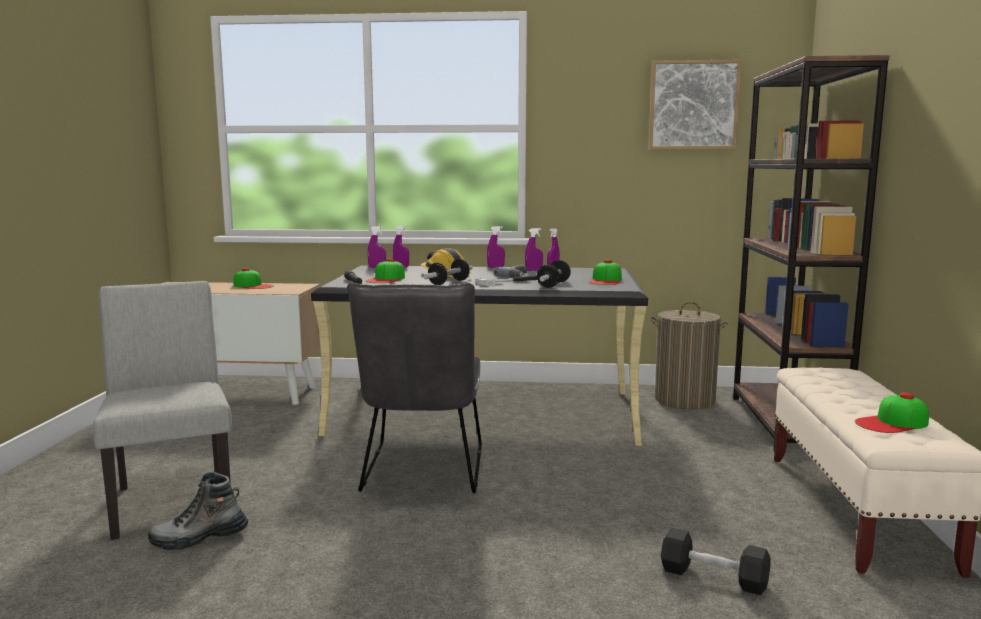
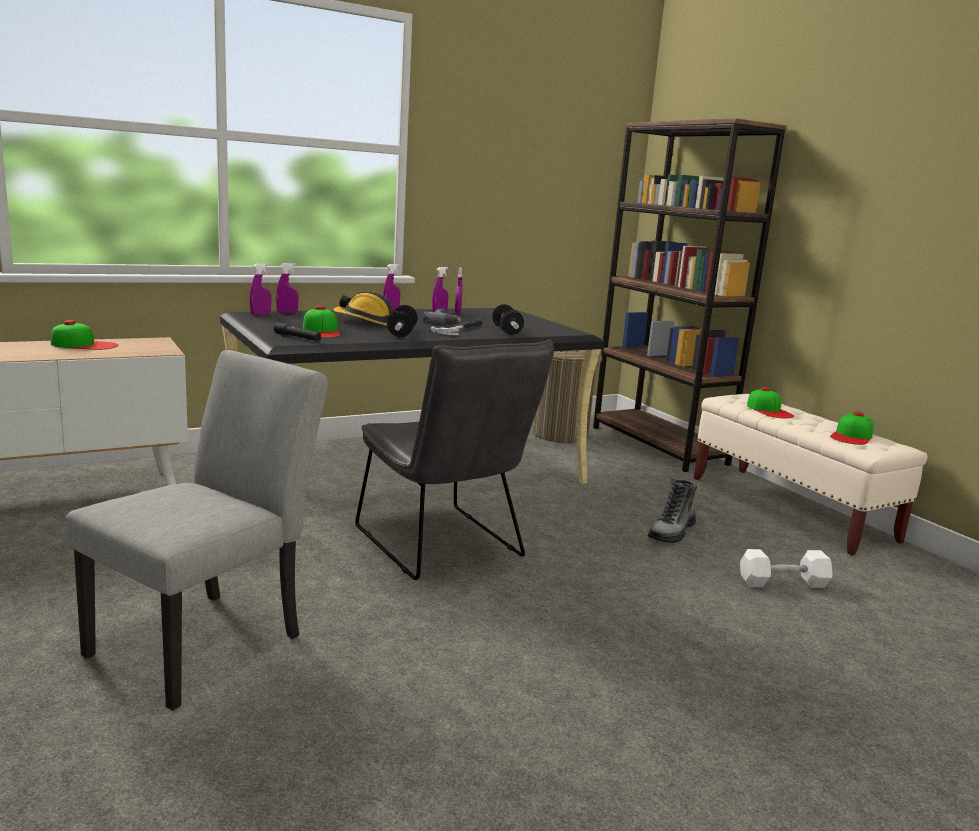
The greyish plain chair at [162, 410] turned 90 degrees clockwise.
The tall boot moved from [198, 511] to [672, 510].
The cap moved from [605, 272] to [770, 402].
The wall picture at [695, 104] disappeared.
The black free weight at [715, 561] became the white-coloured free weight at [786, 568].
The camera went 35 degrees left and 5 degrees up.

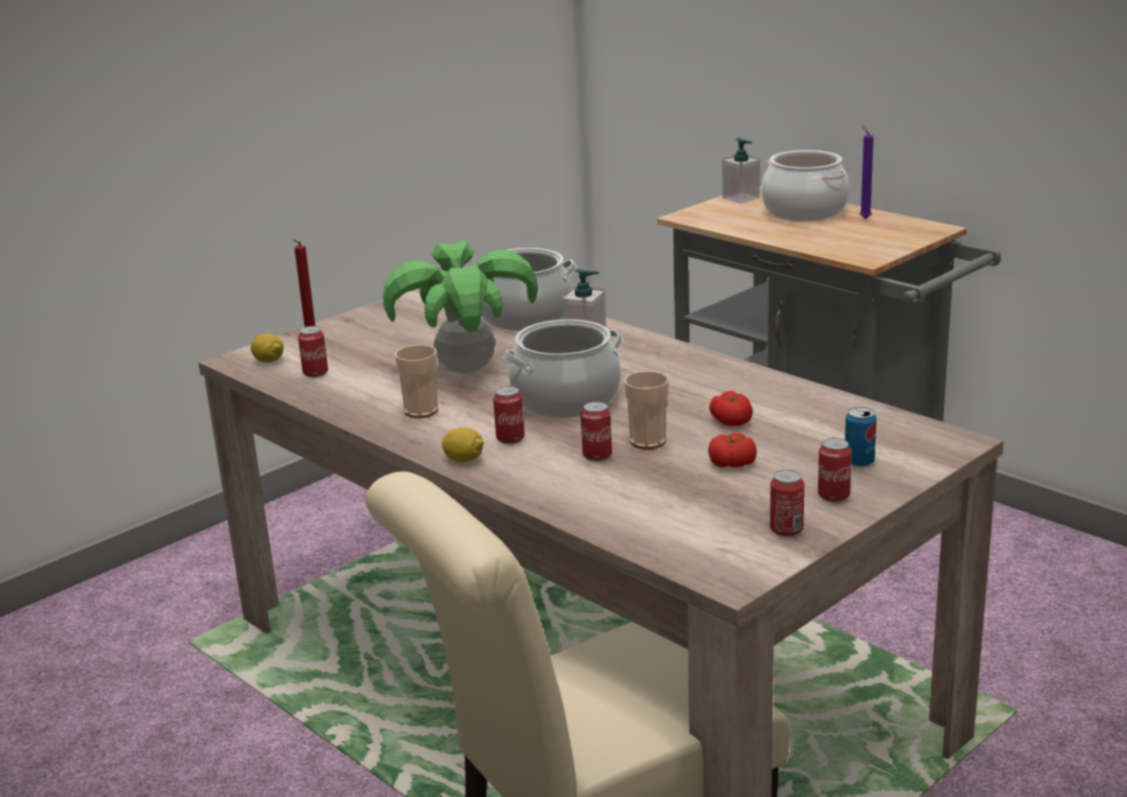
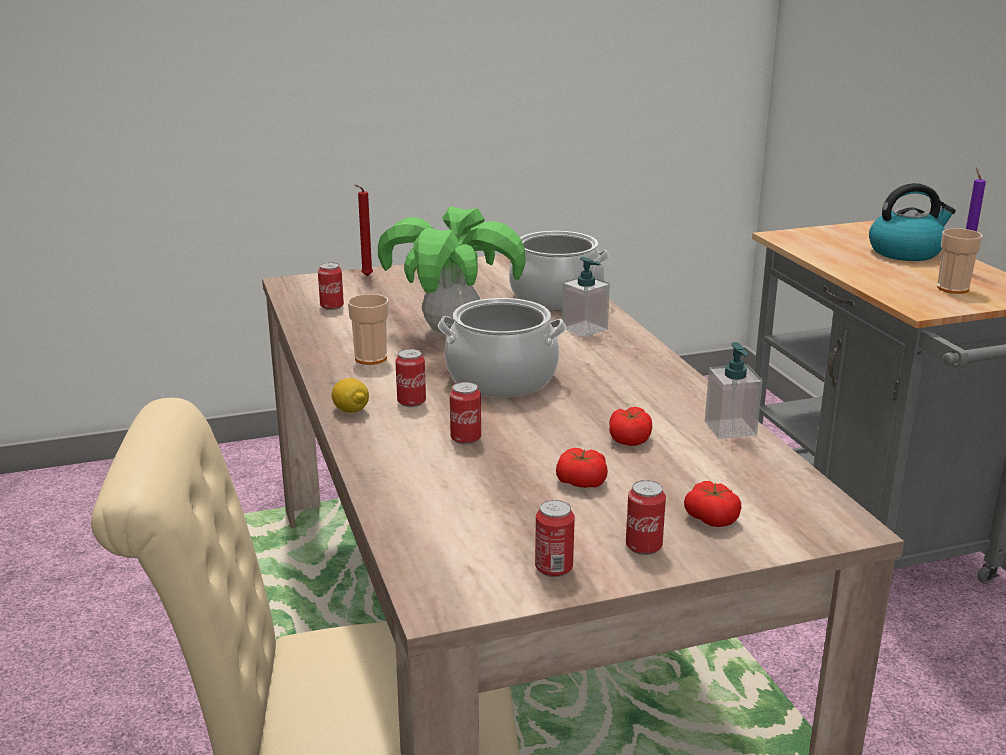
The whole lemon at [267, 348] disappeared.
The cup moved from [646, 410] to [960, 261].
The soap bottle moved from [741, 171] to [734, 390].
The cooking pot at [805, 185] was replaced by the water kettle at [912, 222].
The can at [861, 437] was replaced by the whole tomato at [713, 504].
The camera went 25 degrees right and 0 degrees up.

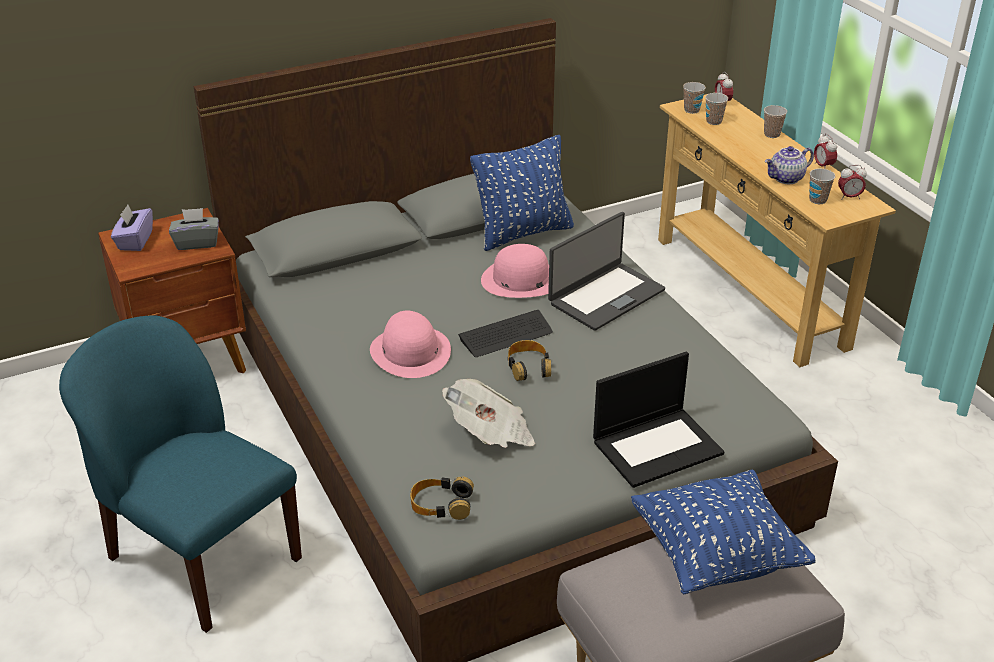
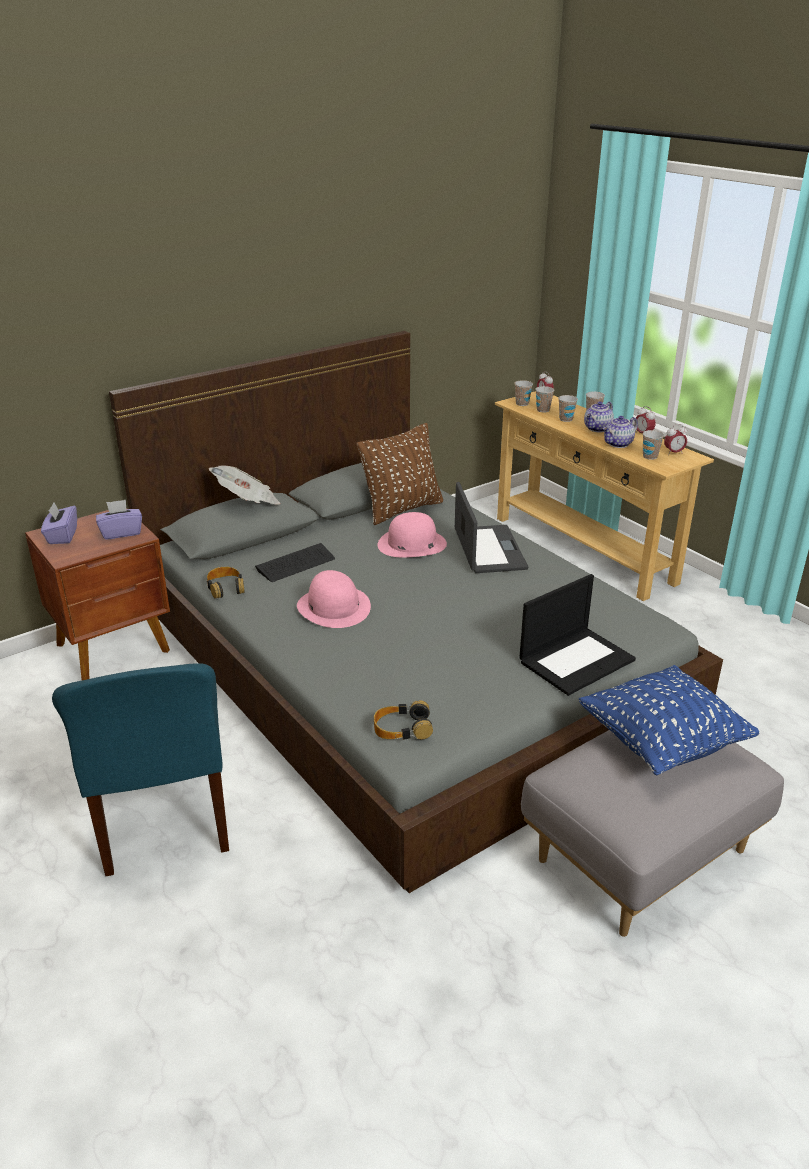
The bluish plain chair at [180, 474] turned 135 degrees counterclockwise.
The greyish tissue box at [194, 229] became the purple-coloured tissue box at [119, 520].
The daily paper moved from [488, 413] to [244, 485].
The computer keyboard moved from [505, 333] to [295, 562].
The bluish cushion at [522, 193] became the brown cushion at [399, 474].
The headset moved from [529, 360] to [225, 582].
The portable computer at [606, 271] turned 45 degrees counterclockwise.
The cup at [568, 408] appeared.
The teapot at [599, 416] appeared.
The camera went 10 degrees left and 5 degrees down.

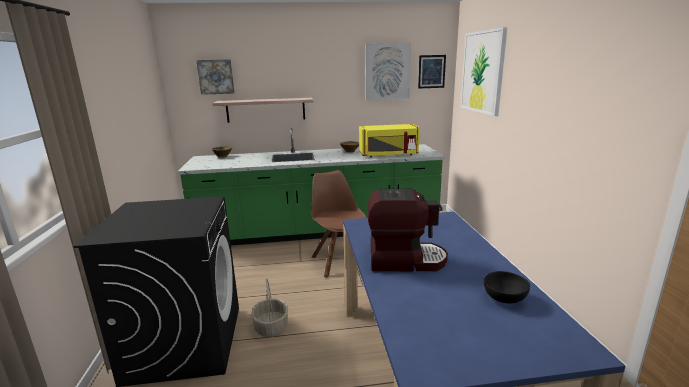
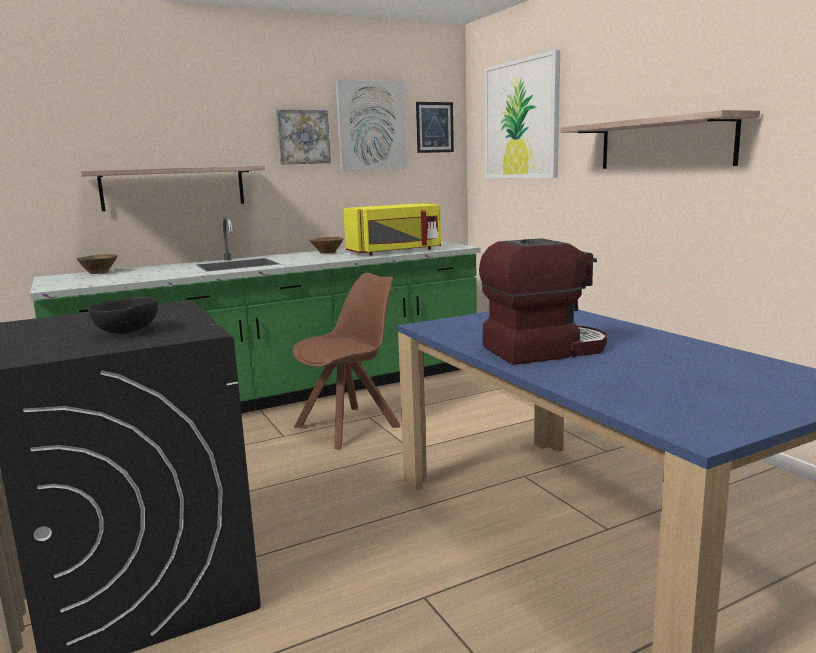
The wall picture moved from [215, 77] to [303, 137].
The storage basket at [269, 307] disappeared.
The brown plain chair at [338, 224] turned 90 degrees clockwise.
The black deep dish moved from [507, 287] to [123, 315].
The shelf at [660, 139] appeared.
The camera went 20 degrees left and 5 degrees down.

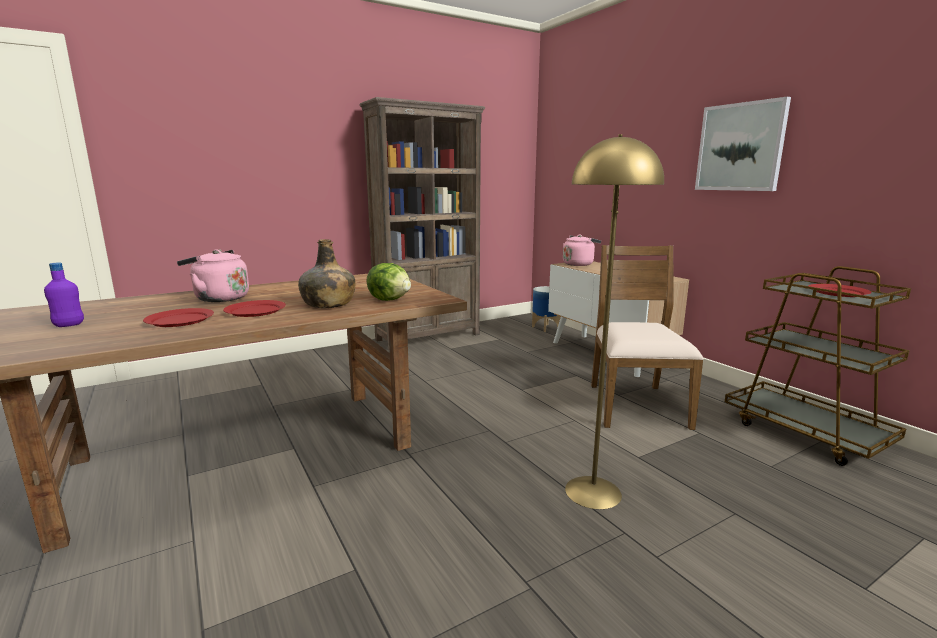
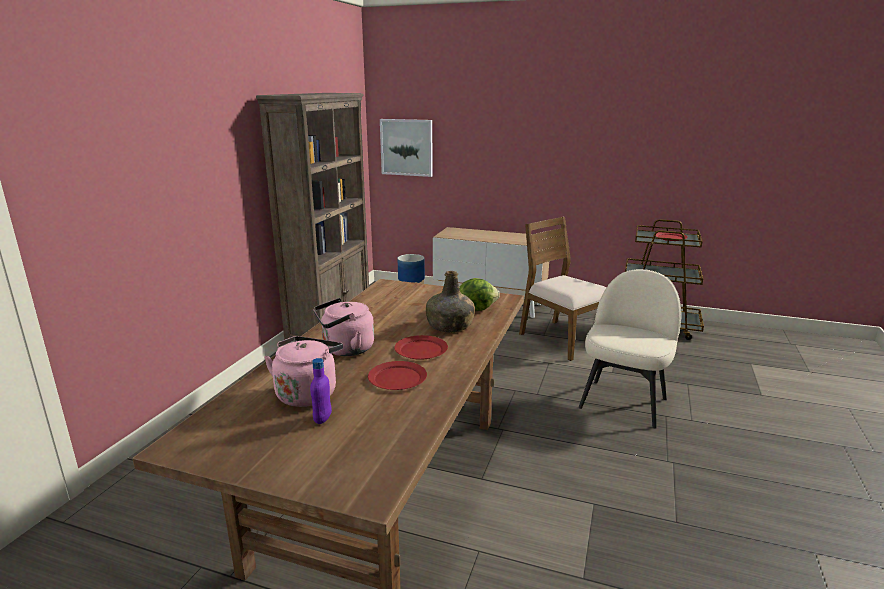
The pinkish water kettle moved from [582, 250] to [303, 371].
The yellowish standard lamp at [614, 321] was replaced by the sand-coloured plain chair at [629, 348].
The wall picture moved from [743, 144] to [406, 148].
The camera went 40 degrees left and 5 degrees up.

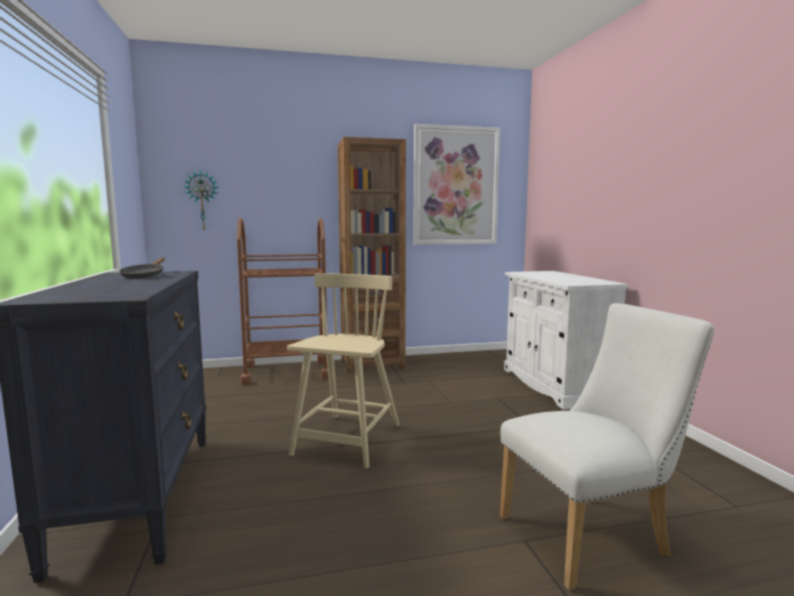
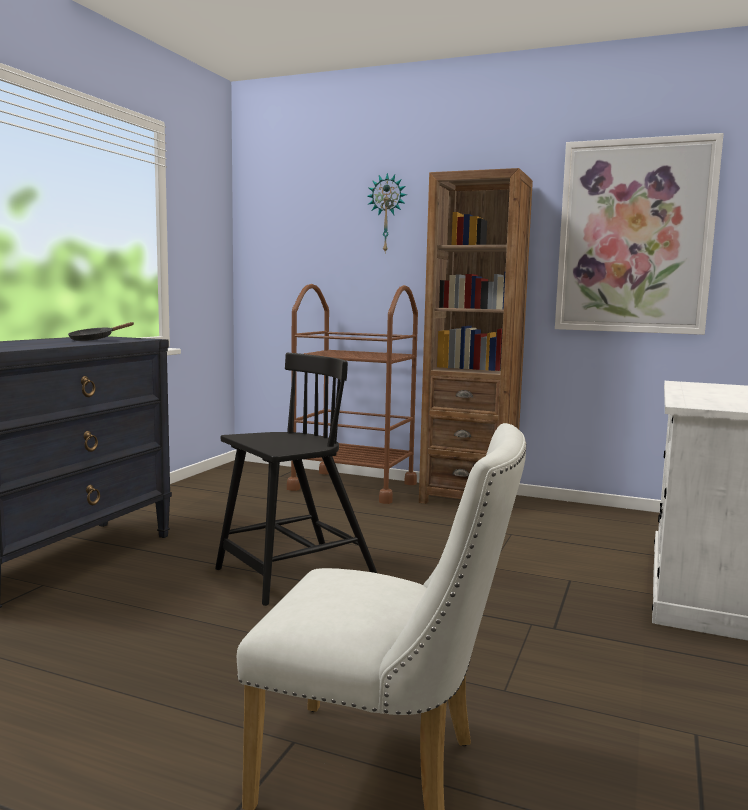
The clock on the wall moved from [201, 200] to [387, 212].
The sand-coloured plain chair at [343, 371] became the black plain chair at [296, 479].
The camera went 35 degrees right and 0 degrees up.

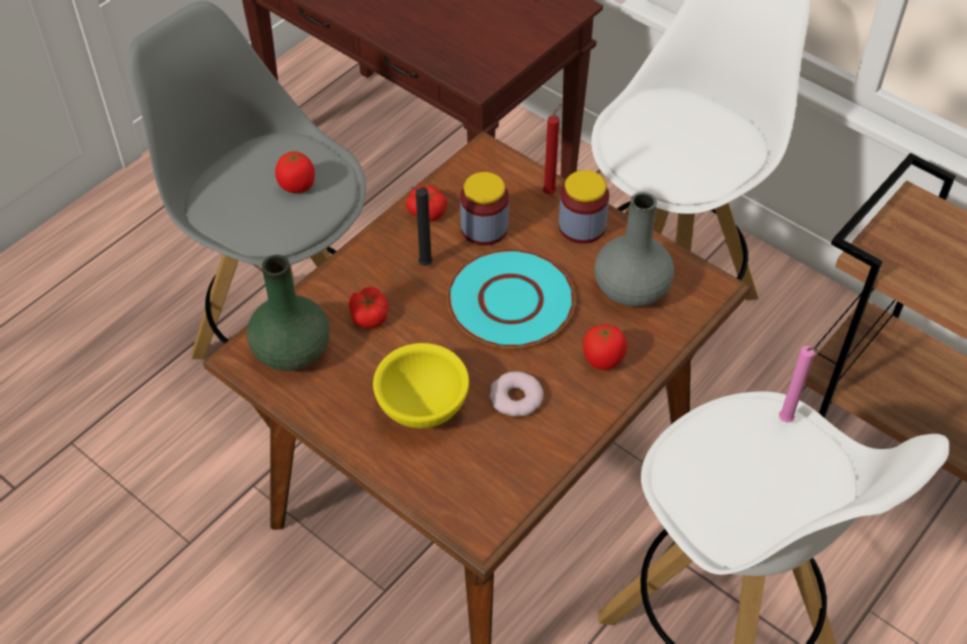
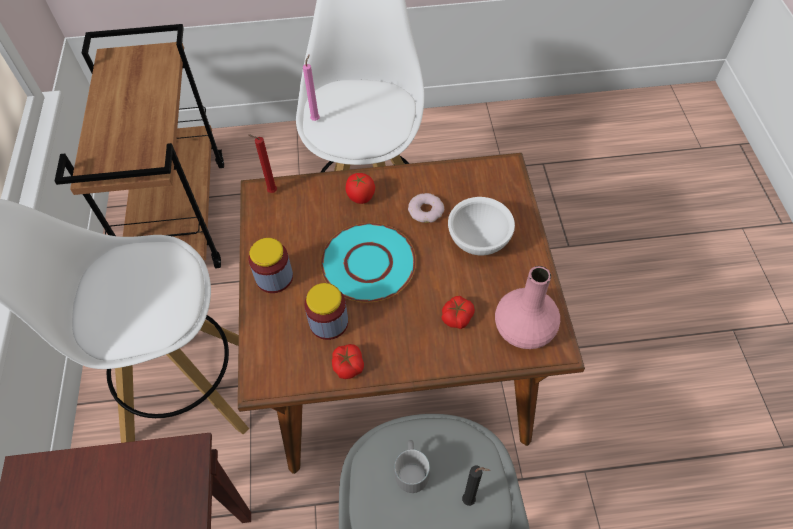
The greenish vase at [288, 313] became the pinkish vase at [527, 307].
The whole tomato at [295, 172] was replaced by the greyish mug at [412, 466].
The yellowish deep dish at [421, 386] became the white-coloured deep dish at [481, 226].
The black wax candle moved from [421, 226] to [476, 486].
The red-coloured wax candle moved from [552, 149] to [262, 163].
The greyish vase at [634, 249] disappeared.
The camera went 135 degrees left and 5 degrees up.

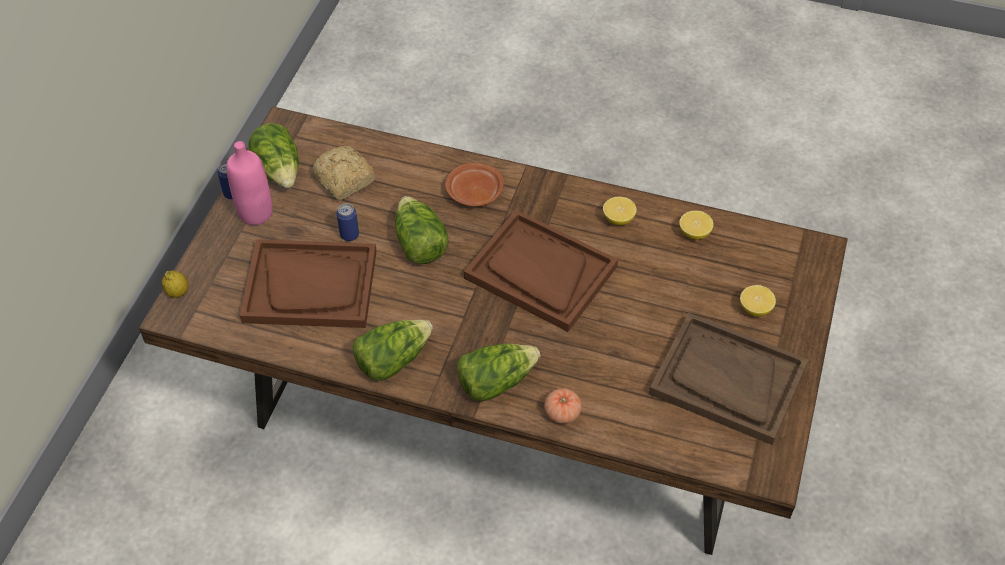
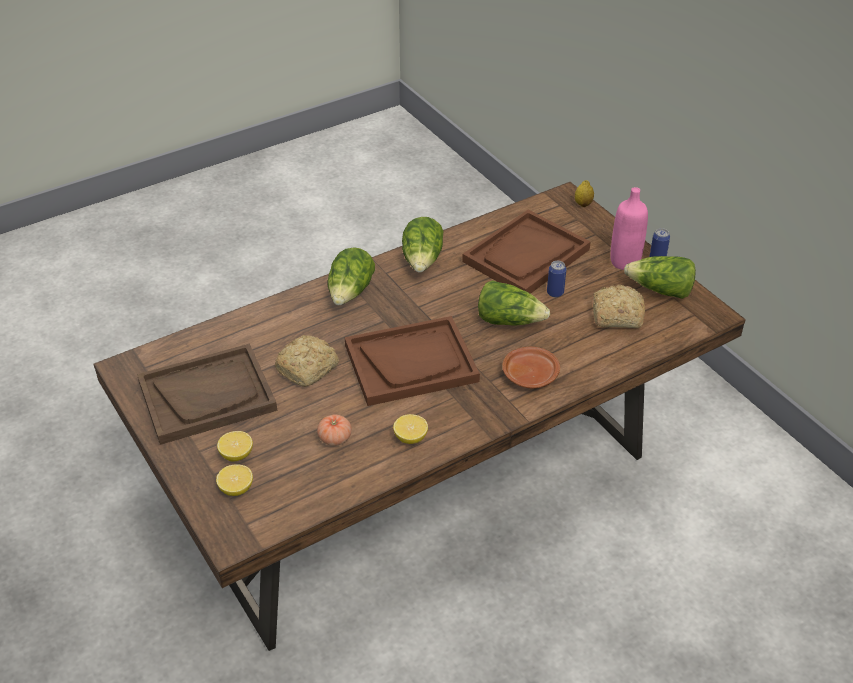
The whole tomato moved from [563, 406] to [334, 430].
The whole lemon moved from [696, 225] to [234, 480].
The bakery bread at [307, 361] appeared.
The camera went 130 degrees right and 10 degrees down.

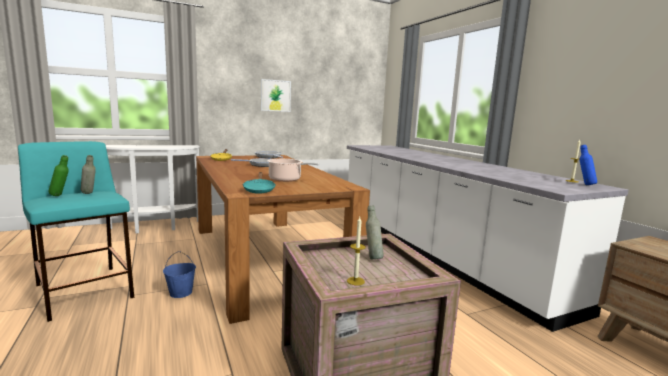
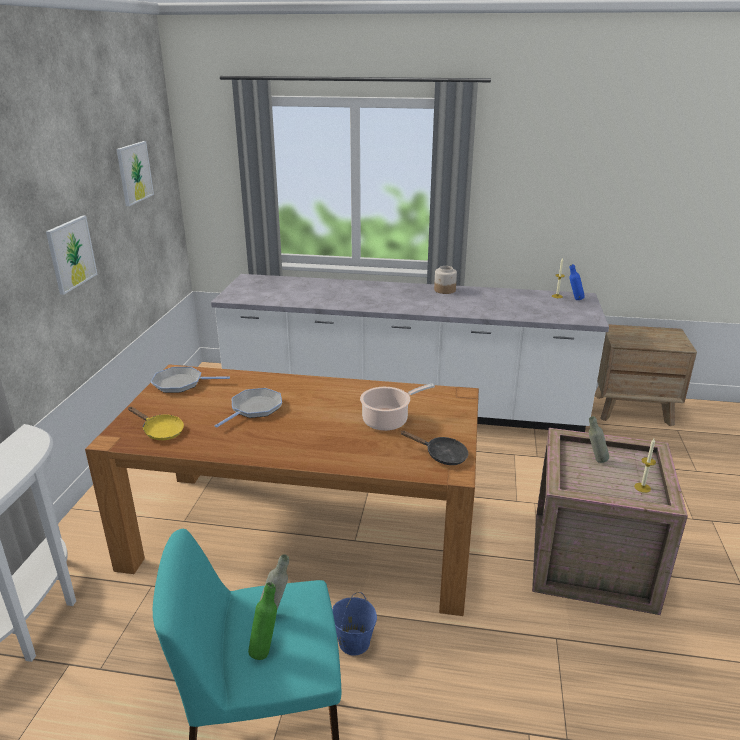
The turquoise frying pan at [258, 183] became the black frying pan at [434, 447].
The wall picture at [135, 173] appeared.
The storage jar at [445, 280] appeared.
The camera went 55 degrees left and 15 degrees up.

